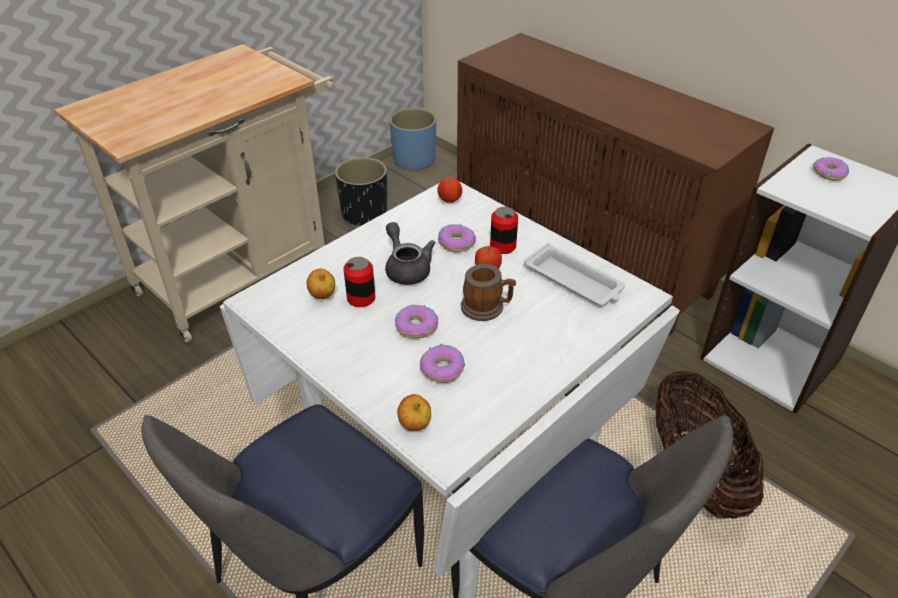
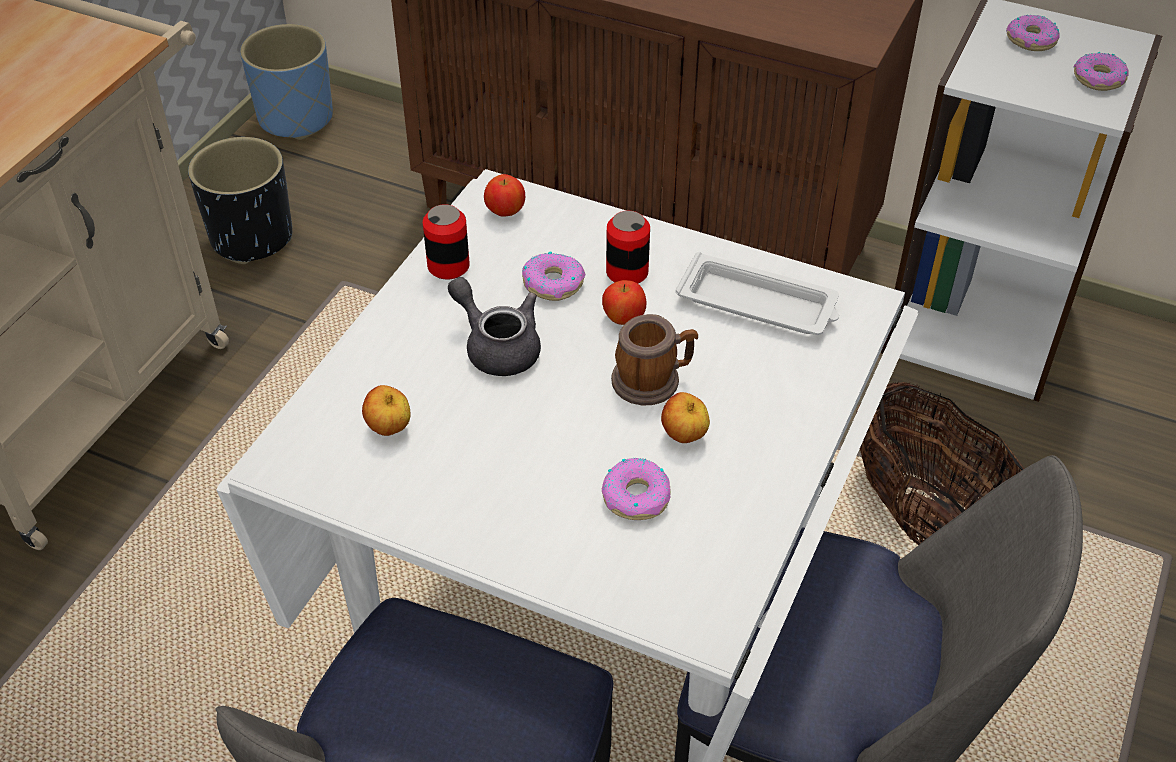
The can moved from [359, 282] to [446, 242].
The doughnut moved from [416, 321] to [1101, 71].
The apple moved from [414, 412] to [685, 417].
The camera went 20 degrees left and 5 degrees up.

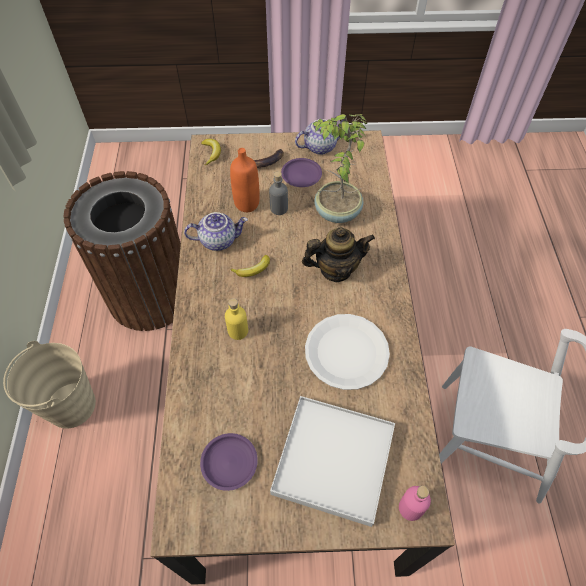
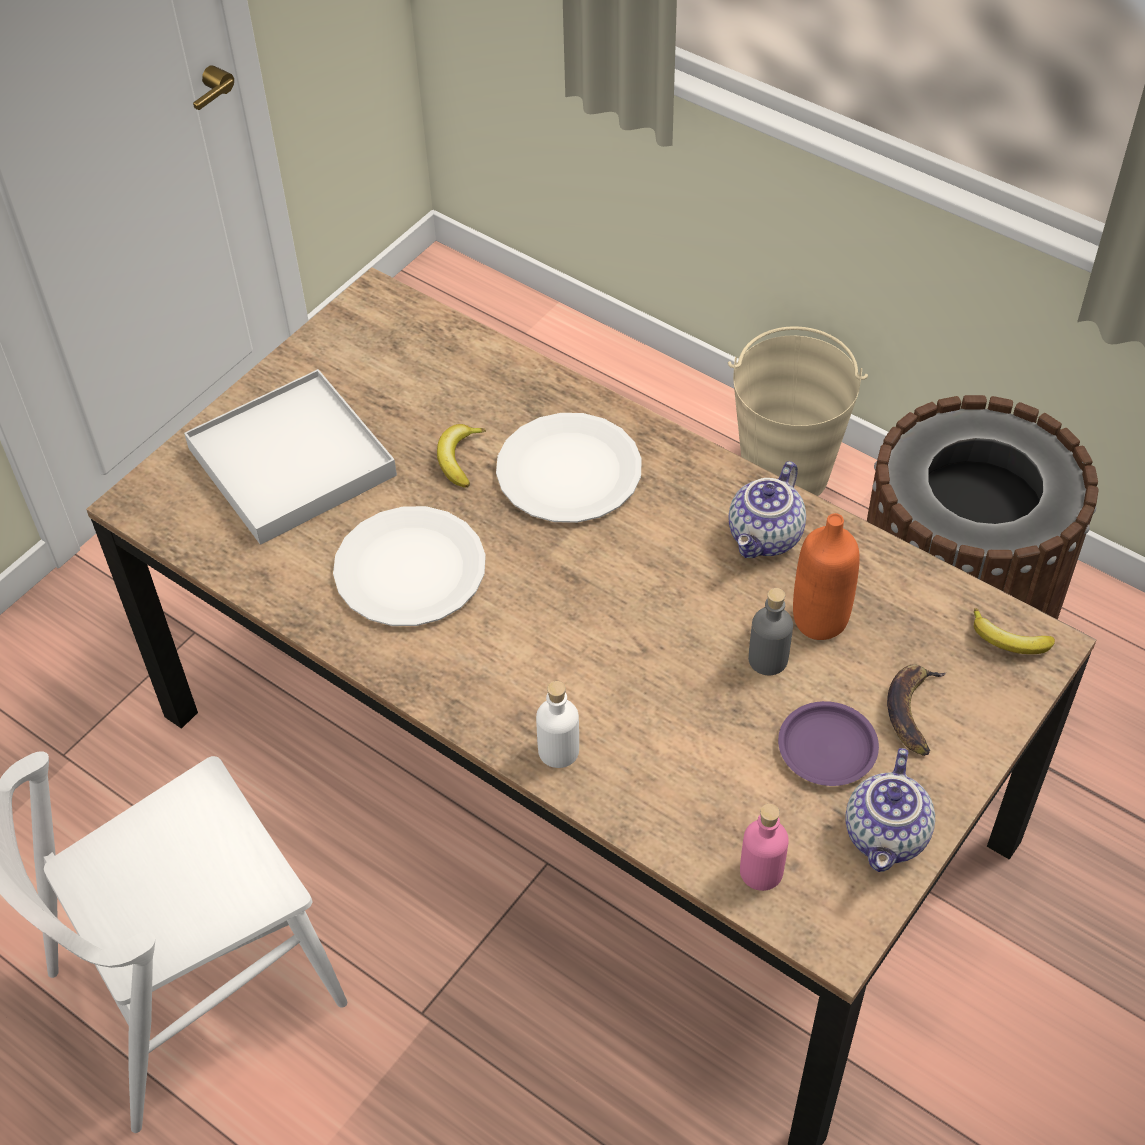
The purple-coloured flat dish at [229, 462] disappeared.
The yellowish beverage bottle at [236, 319] was replaced by the white-coloured flat dish at [569, 468].
The whole banana moved from [250, 266] to [461, 456].
The teapot at [338, 254] disappeared.
The potted plant at [340, 168] disappeared.
The pinkish beverage bottle moved from [415, 503] to [764, 847].
The white-coloured beverage bottle at [557, 724] appeared.
The camera went 130 degrees right and 5 degrees down.

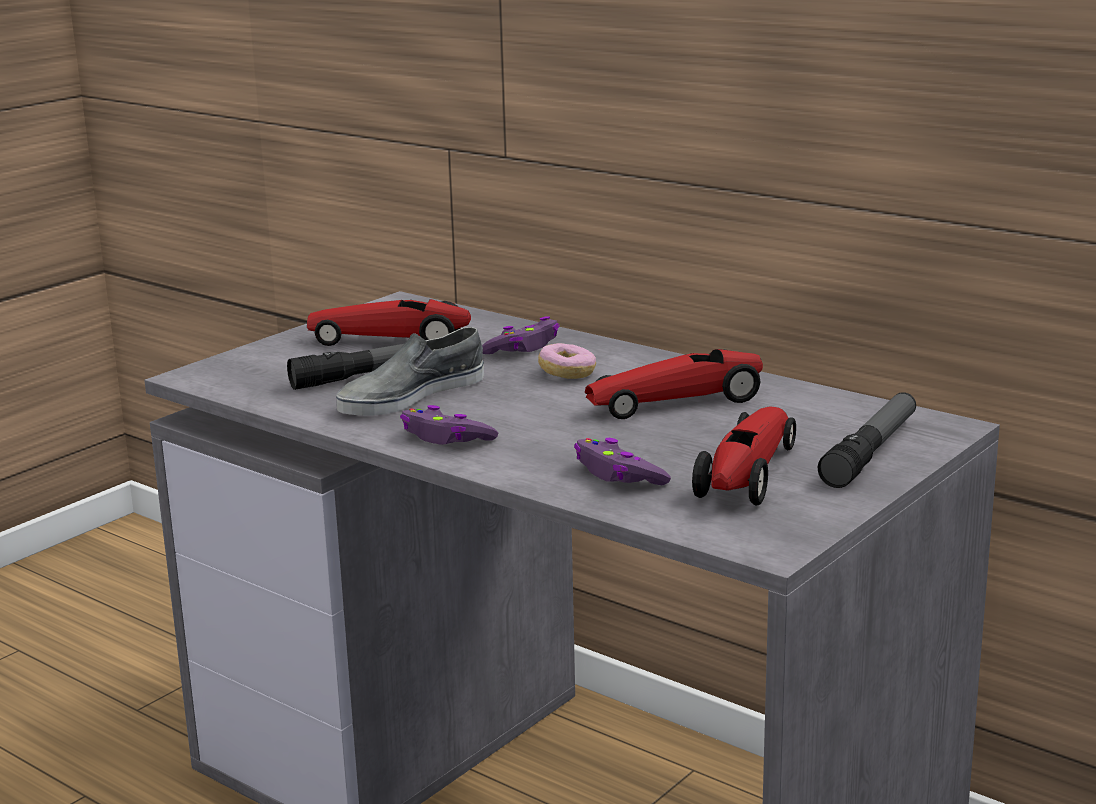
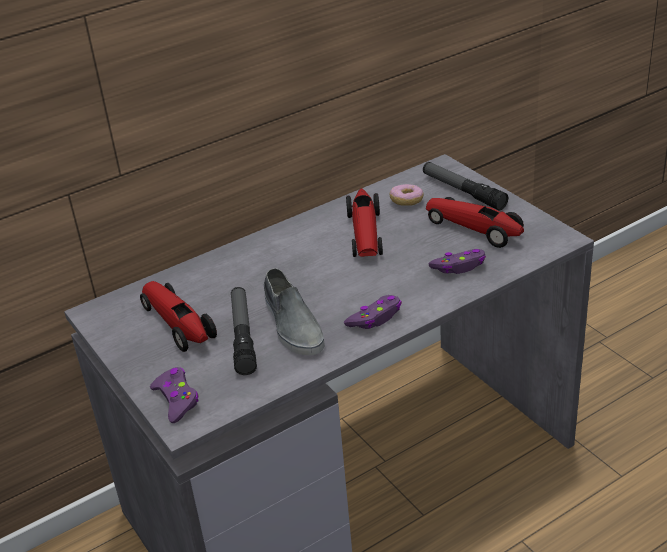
The toy car at [389, 322] turned 120 degrees clockwise.
The purple-coloured gamepad moved from [521, 335] to [174, 395].
The doughnut moved from [567, 361] to [407, 194].
The camera went 70 degrees left and 15 degrees up.

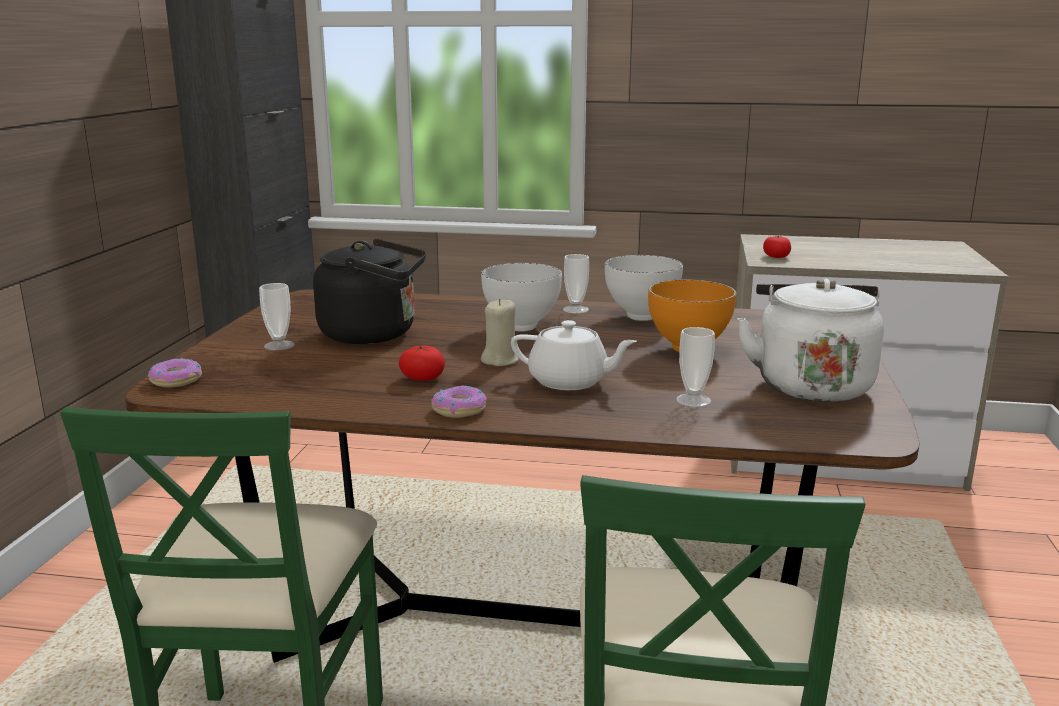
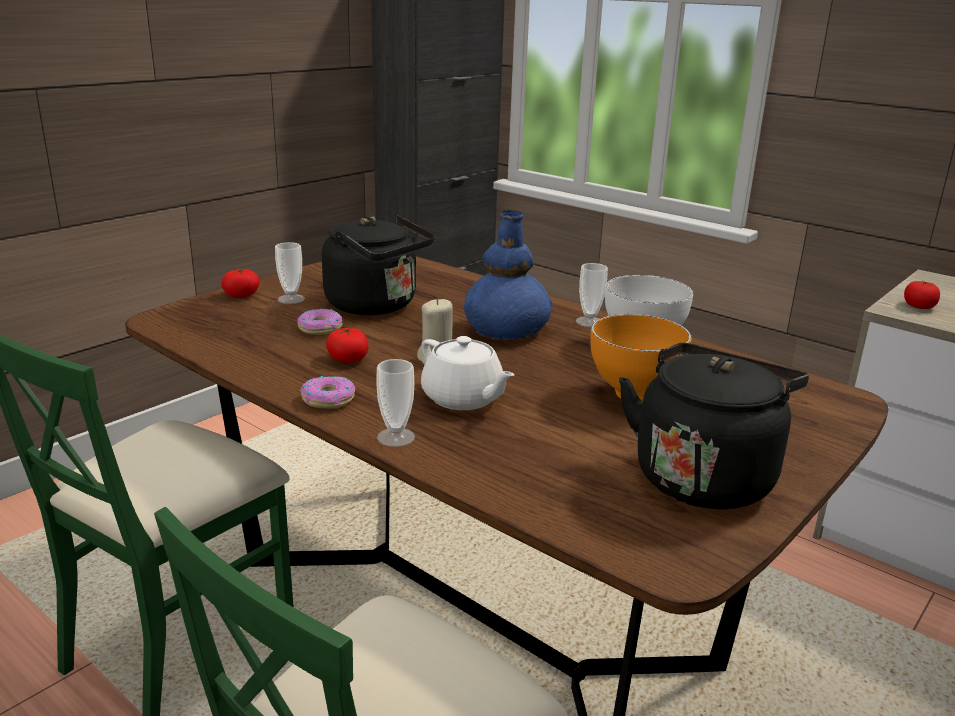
The doughnut moved from [175, 373] to [319, 322].
The white-coloured deep dish at [521, 297] was replaced by the bluish vase at [508, 275].
The cup moved from [695, 367] to [395, 403].
The white-coloured water kettle at [810, 340] became the black water kettle at [714, 426].
The whole tomato at [240, 283] appeared.
The camera went 30 degrees right and 5 degrees up.

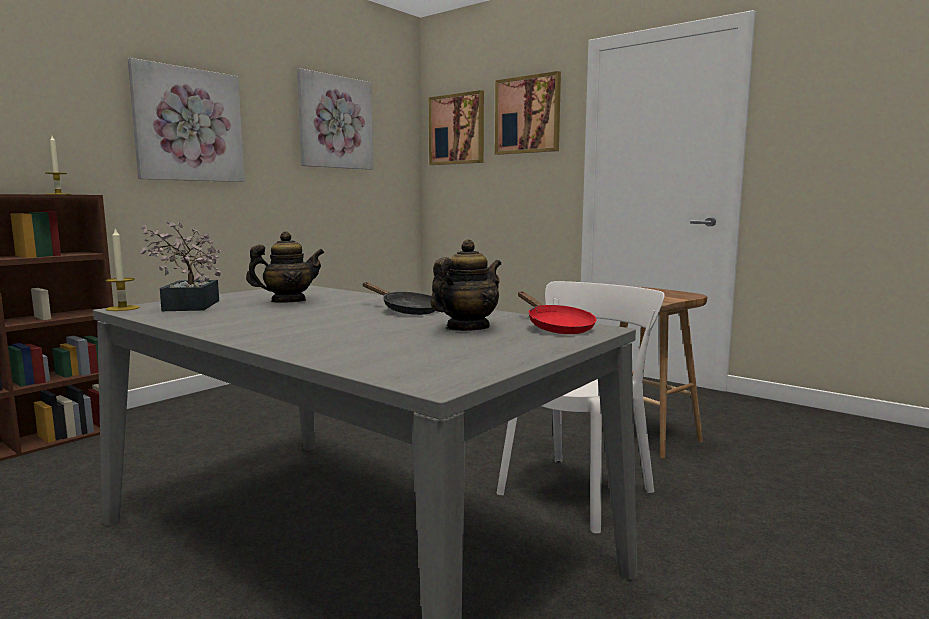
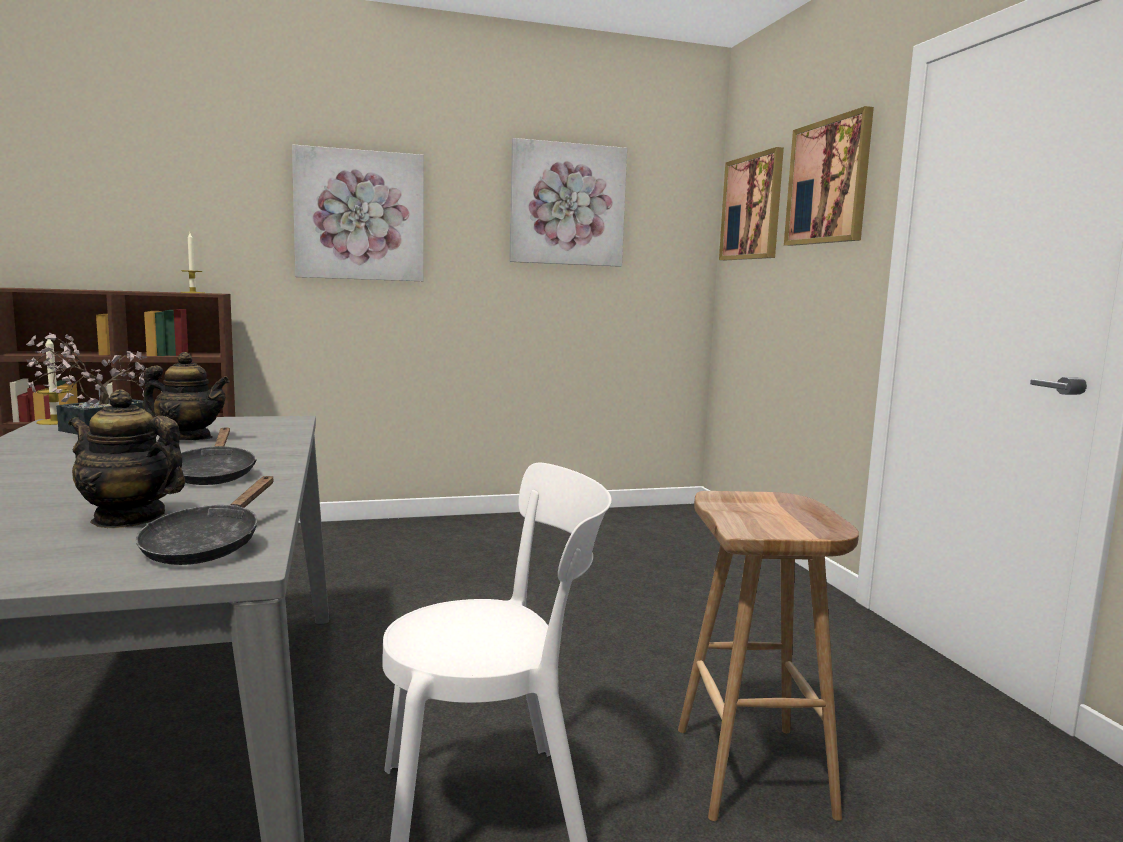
The teapot at [466, 285] turned 150 degrees counterclockwise.
The red-coloured frying pan at [557, 313] became the black frying pan at [205, 520].
The camera went 35 degrees right and 0 degrees up.

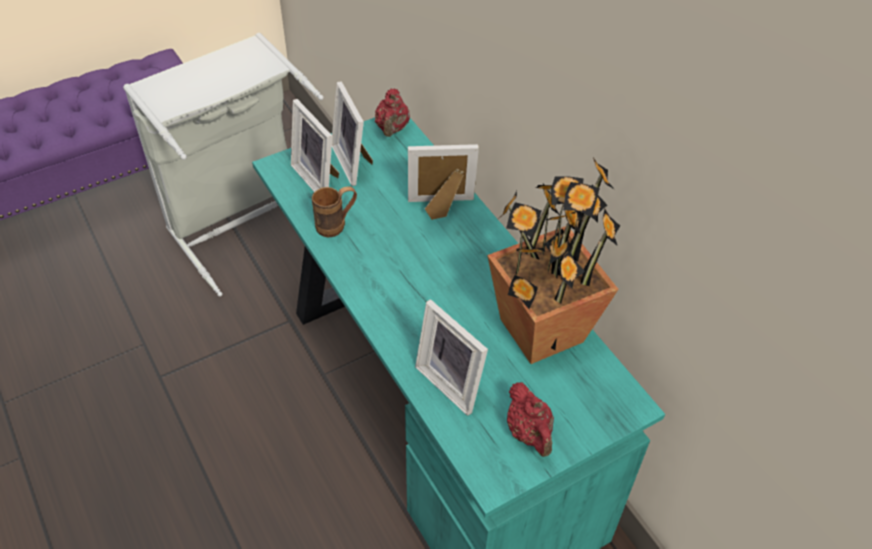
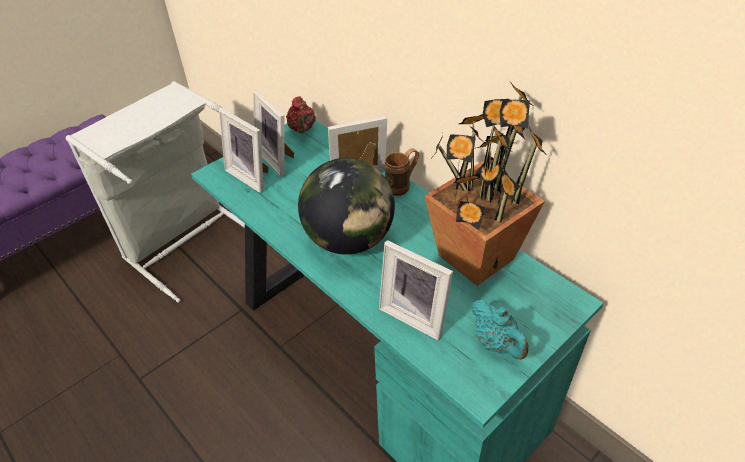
The brown mug moved from [334, 211] to [402, 172].
The red-coloured teapot at [530, 419] became the turquoise teapot at [500, 329].
The desk globe at [346, 206] appeared.
The camera went 10 degrees left and 5 degrees down.

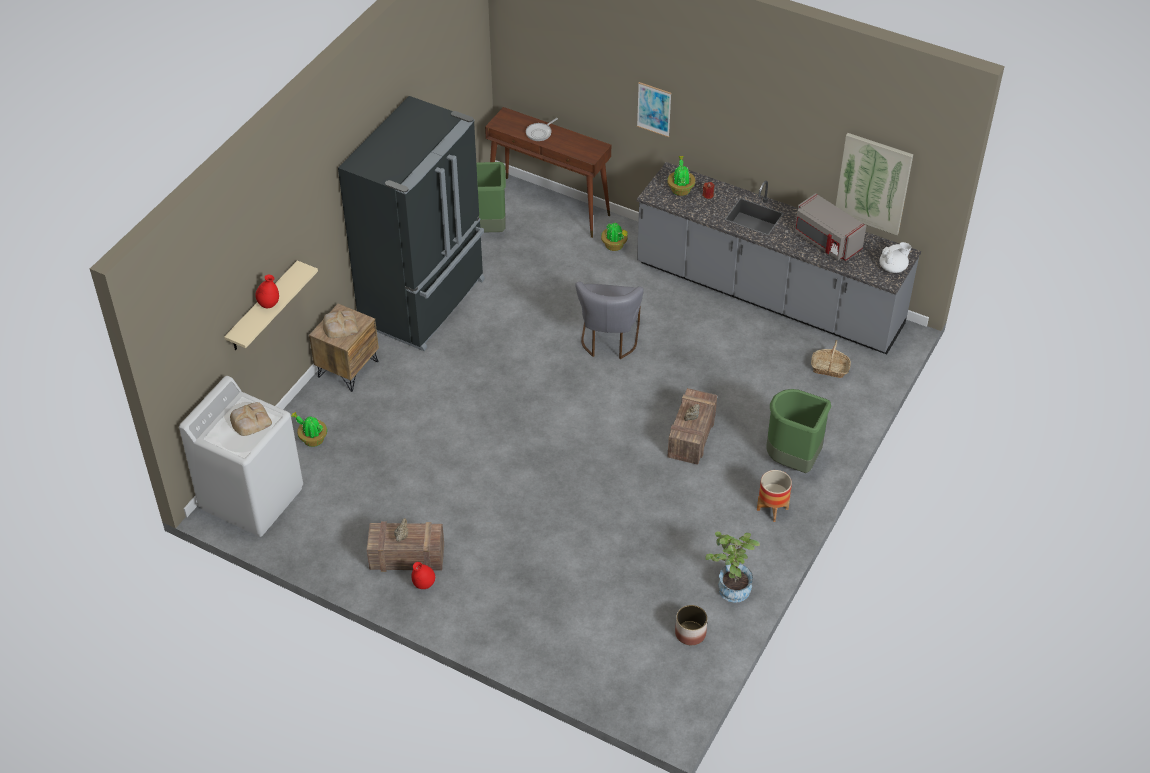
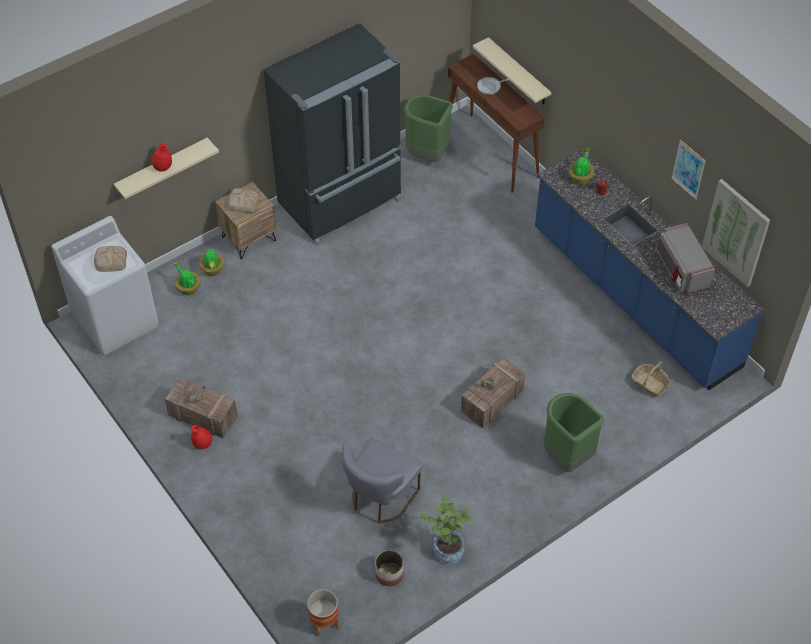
The greyish plain chair moved from [609, 320] to [382, 480].
The potted plant moved from [614, 237] to [211, 262].
The wall picture moved from [654, 109] to [688, 170].
The greyish counter at [779, 258] became the bluish counter at [649, 269].
The flower pot moved from [774, 496] to [323, 612].
The white-coloured teapot at [895, 257] disappeared.
The sand-coloured shelf at [512, 71] appeared.
The camera went 25 degrees right and 5 degrees up.

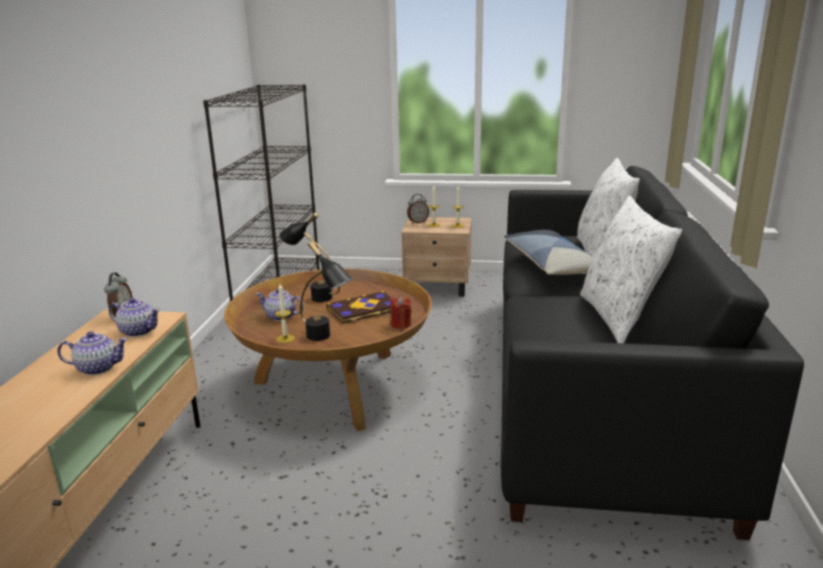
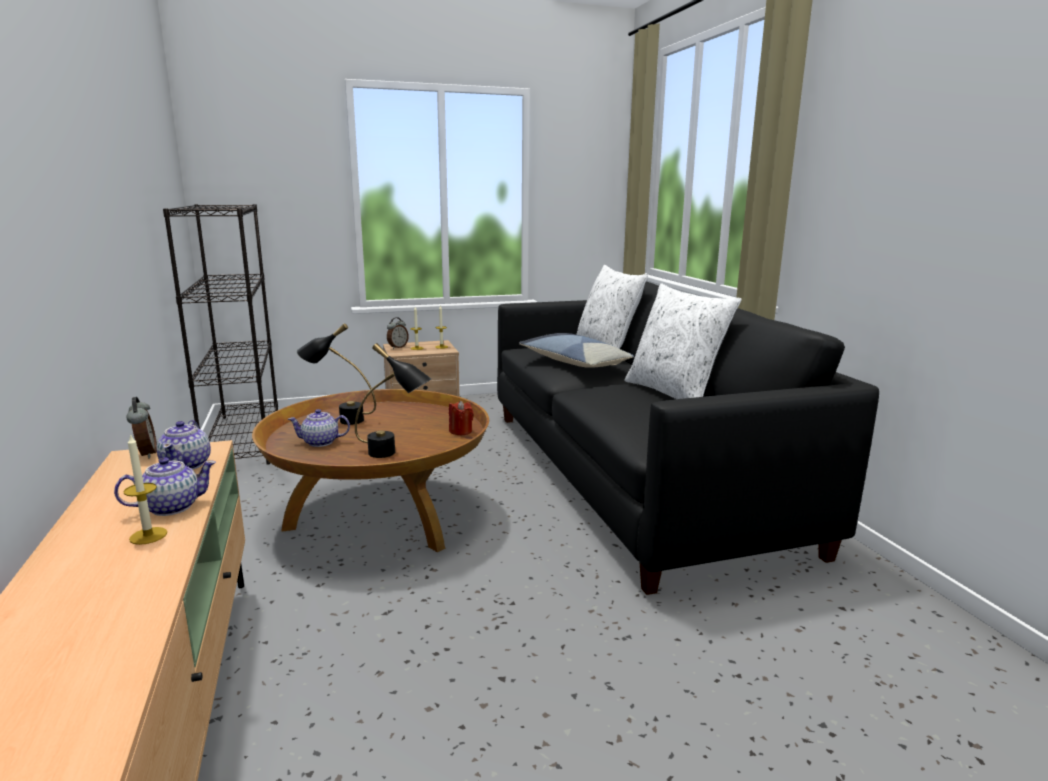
The teapot at [134, 317] turned 90 degrees clockwise.
The wax candle moved from [285, 313] to [145, 489].
The book at [358, 307] disappeared.
The camera went 25 degrees left and 5 degrees down.

